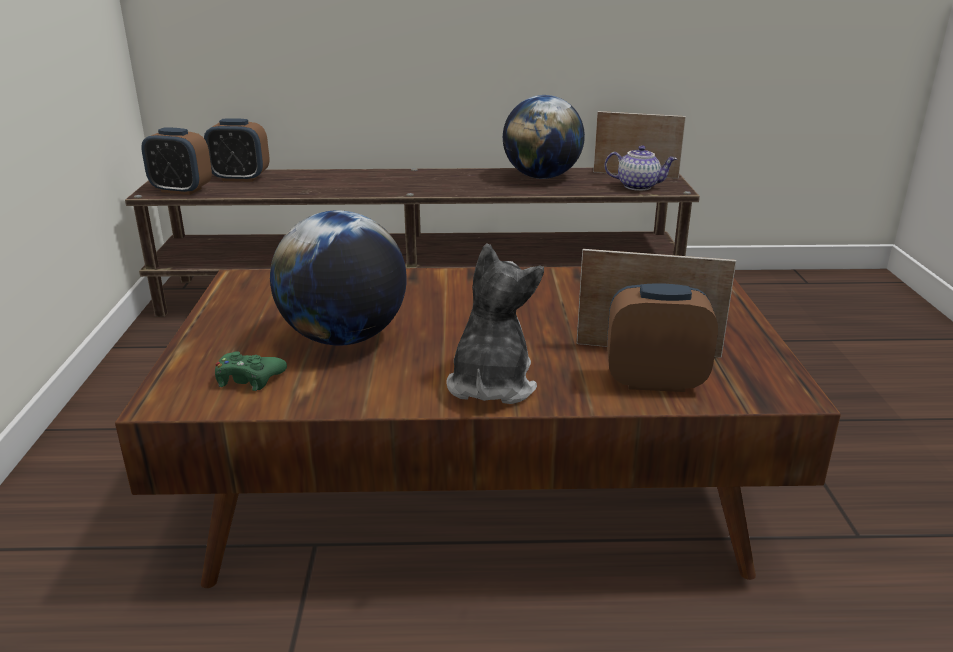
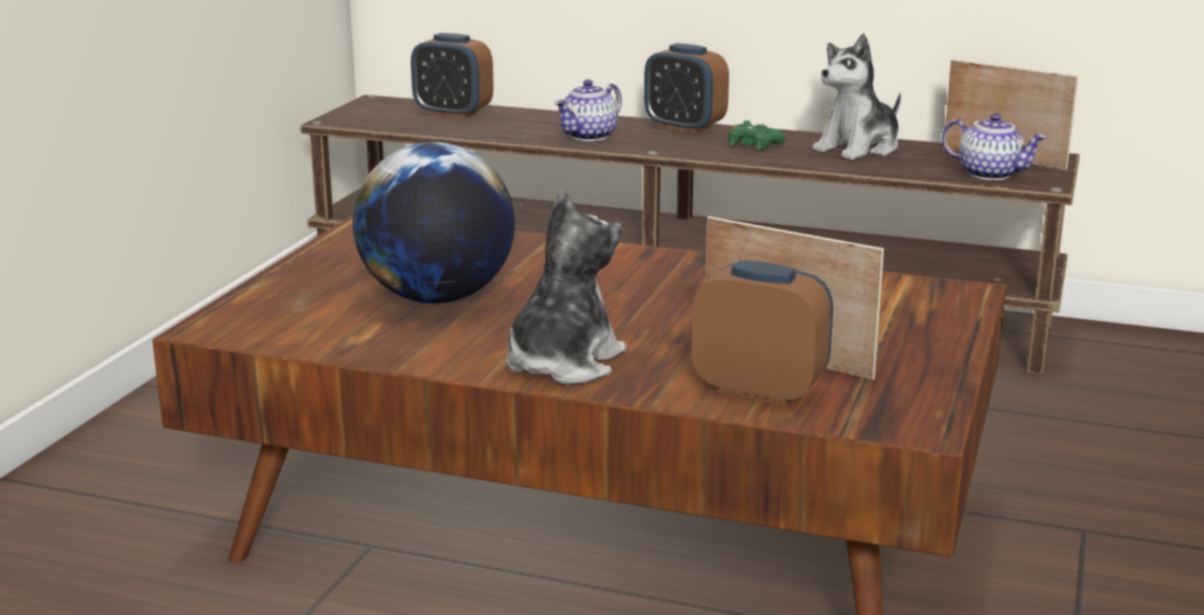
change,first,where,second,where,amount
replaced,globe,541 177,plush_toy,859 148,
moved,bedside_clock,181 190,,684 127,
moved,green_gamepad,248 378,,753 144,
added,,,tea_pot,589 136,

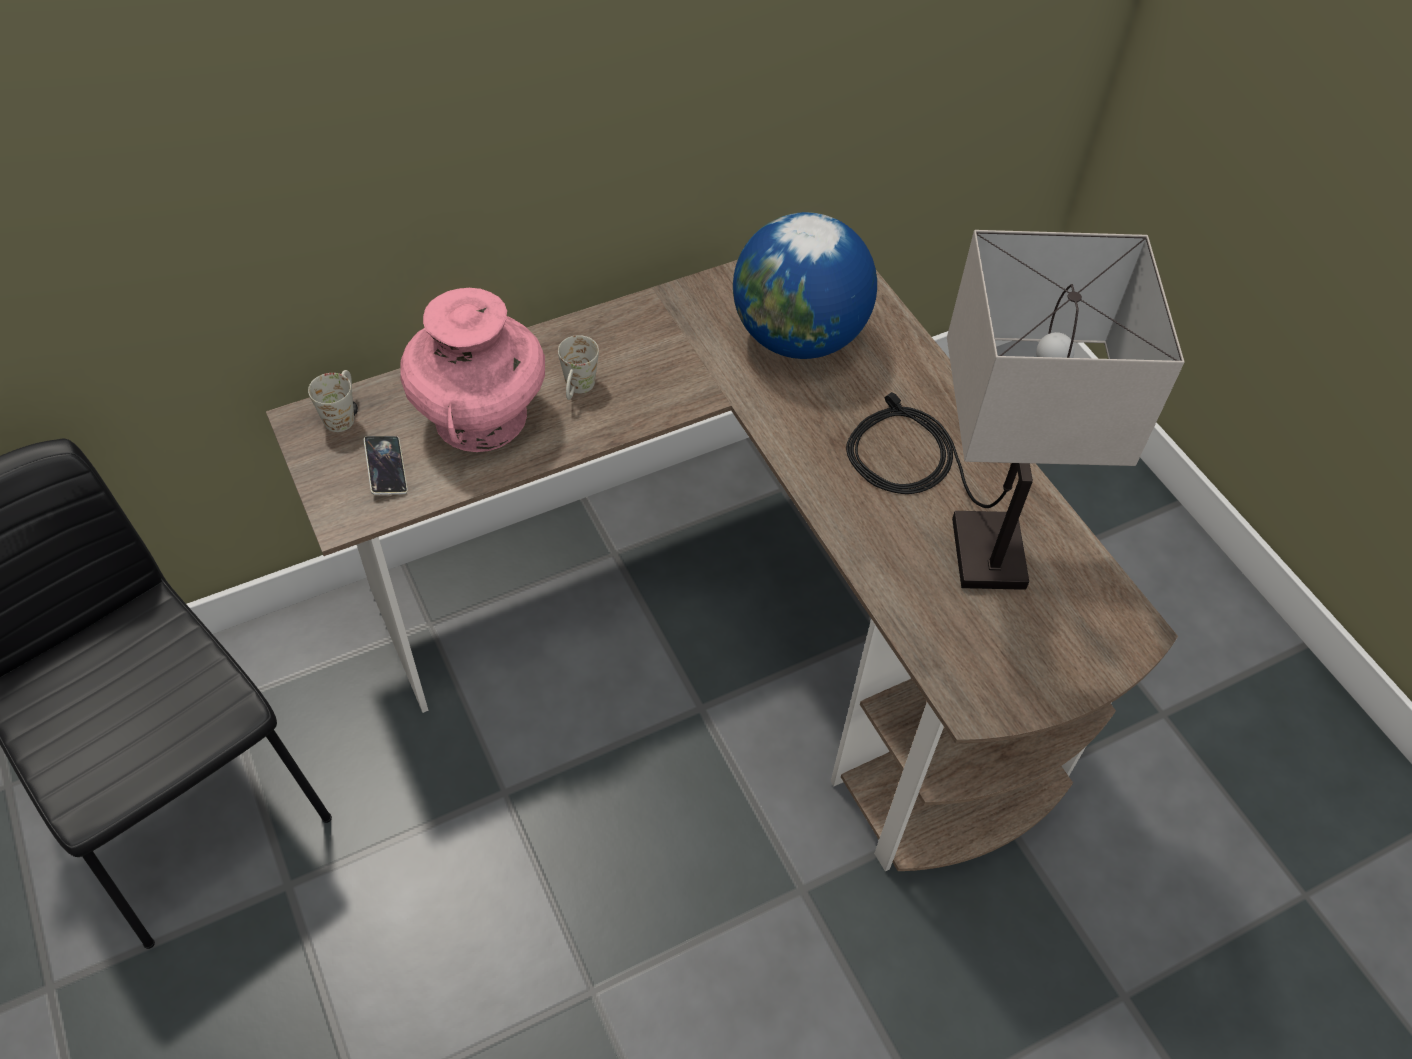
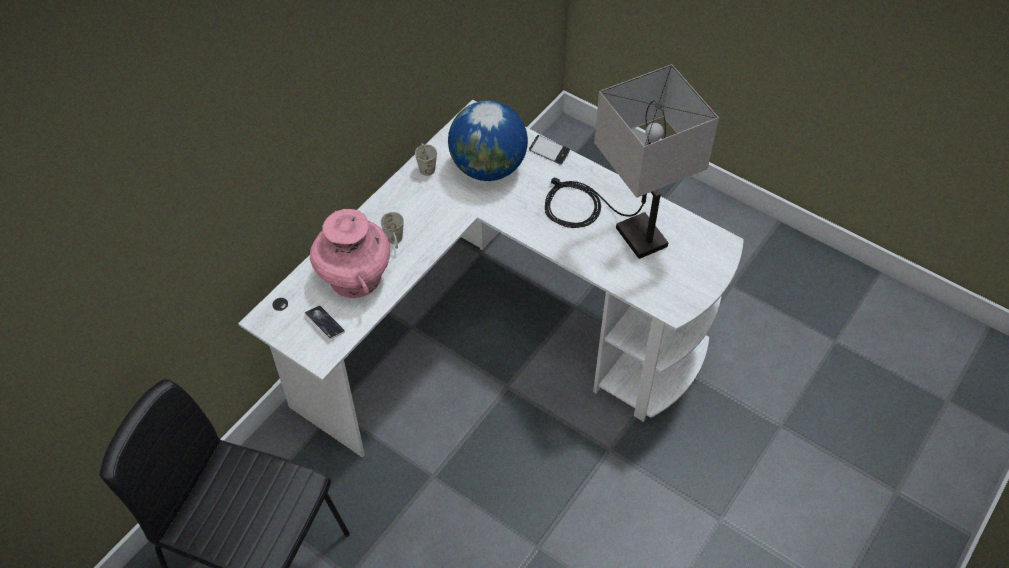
change,first,where,second,where,amount
recoloured,brownish_desk_unit,738 621,white-coloured_desk_unit,499 333,
moved,white-coloured_coffee_mug,342 413,,425 166,
added,,,telephone,549 152,

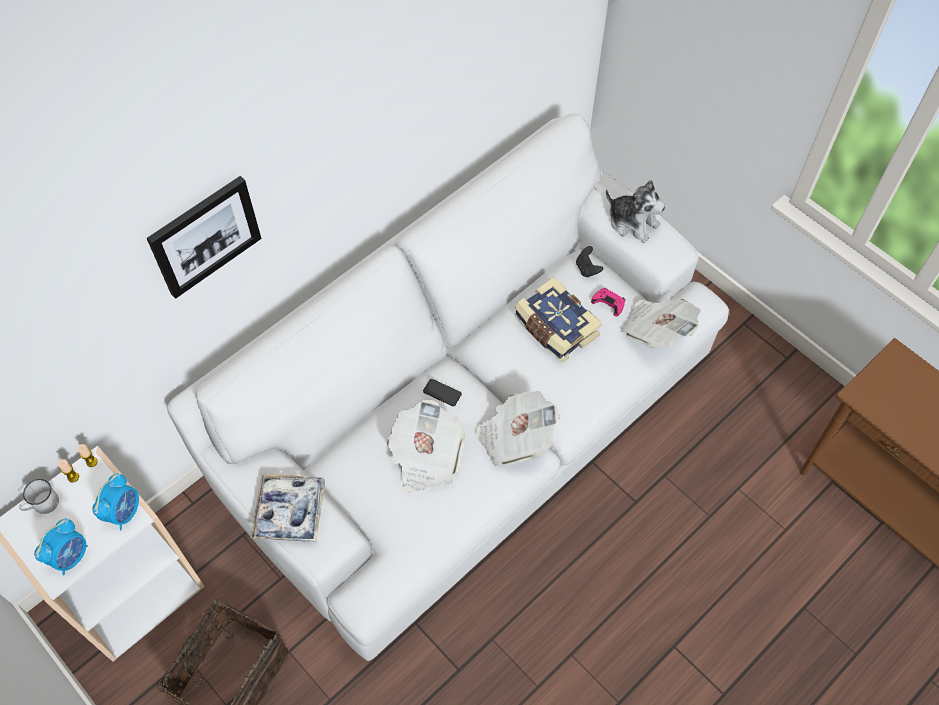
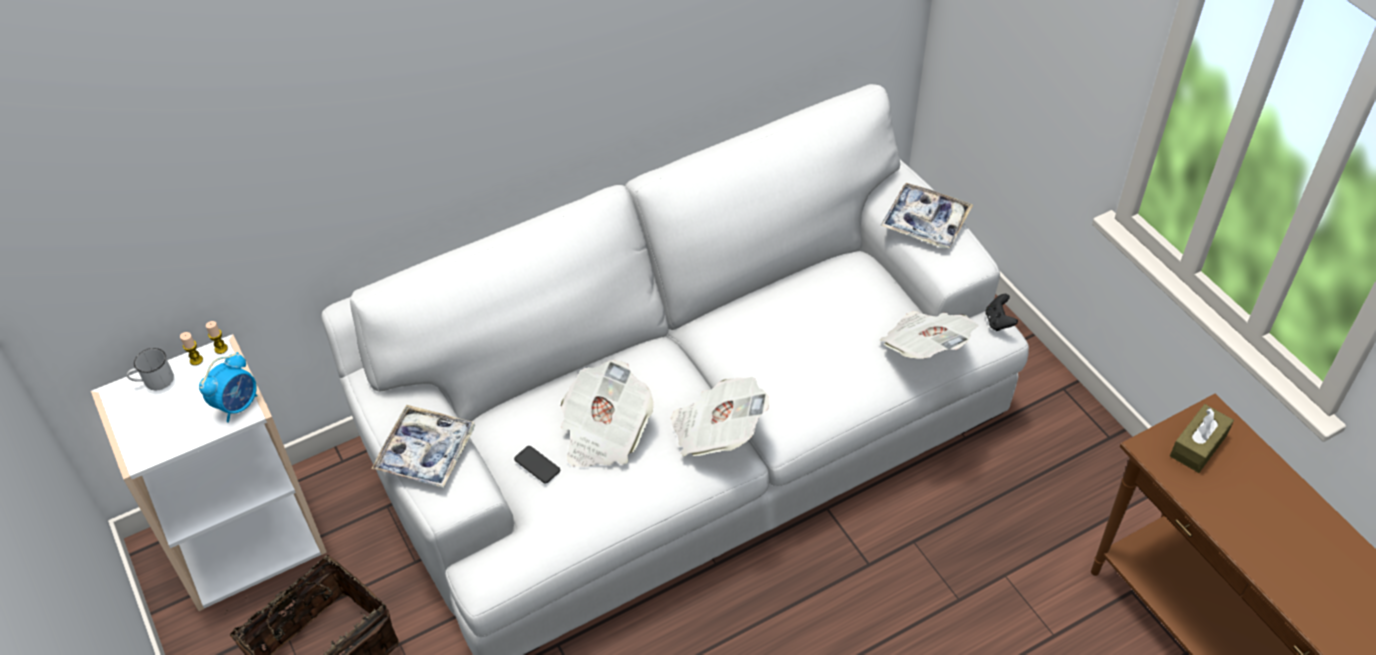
change,first,where,second,where,amount
removed,wall_art,204 236,,,
replaced,plush_toy,632 222,carrying_tray,925 222,
moved,black_gamepad,587 269,,998 321,
removed,volume,555 328,,,
removed,pinkish_gamepad,609 303,,,
moved,telephone,442 392,,537 465,
removed,bedside_clock,70 556,,,
added,,,brownish_tissue_box,1198 445,

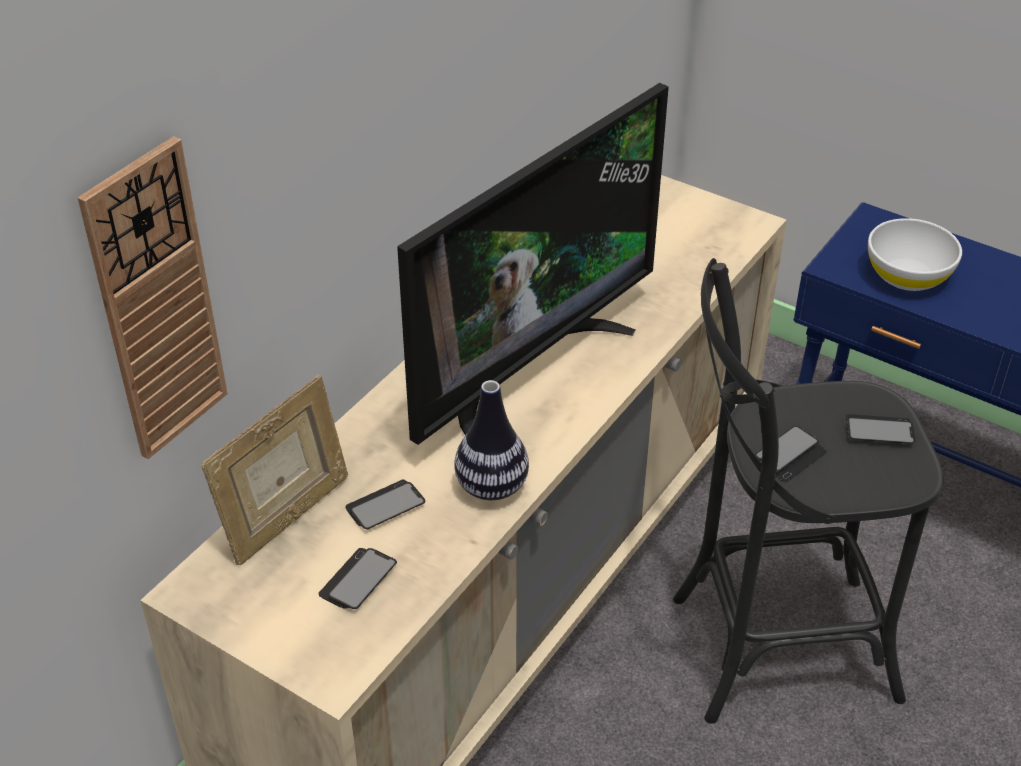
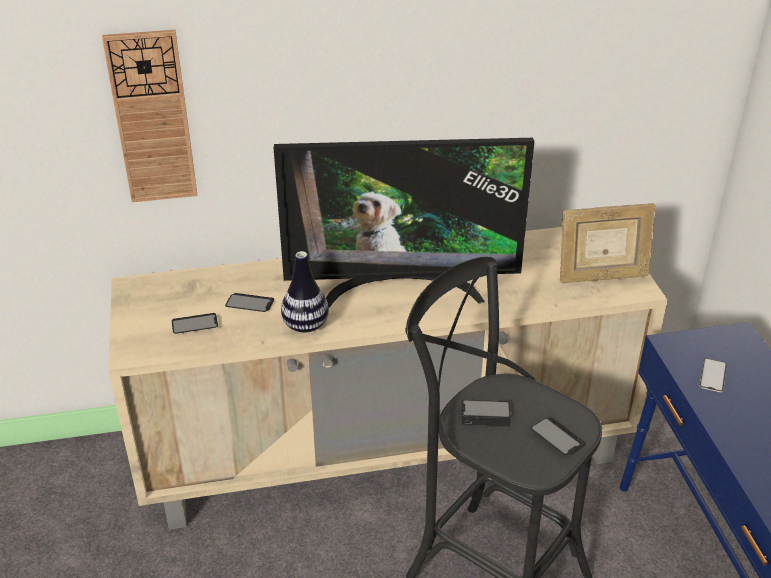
change,first,where,second,where,amount
replaced,white-coloured_deep_dish,908 276,telephone,713 375,
moved,standing_frame,287 518,,601 277,

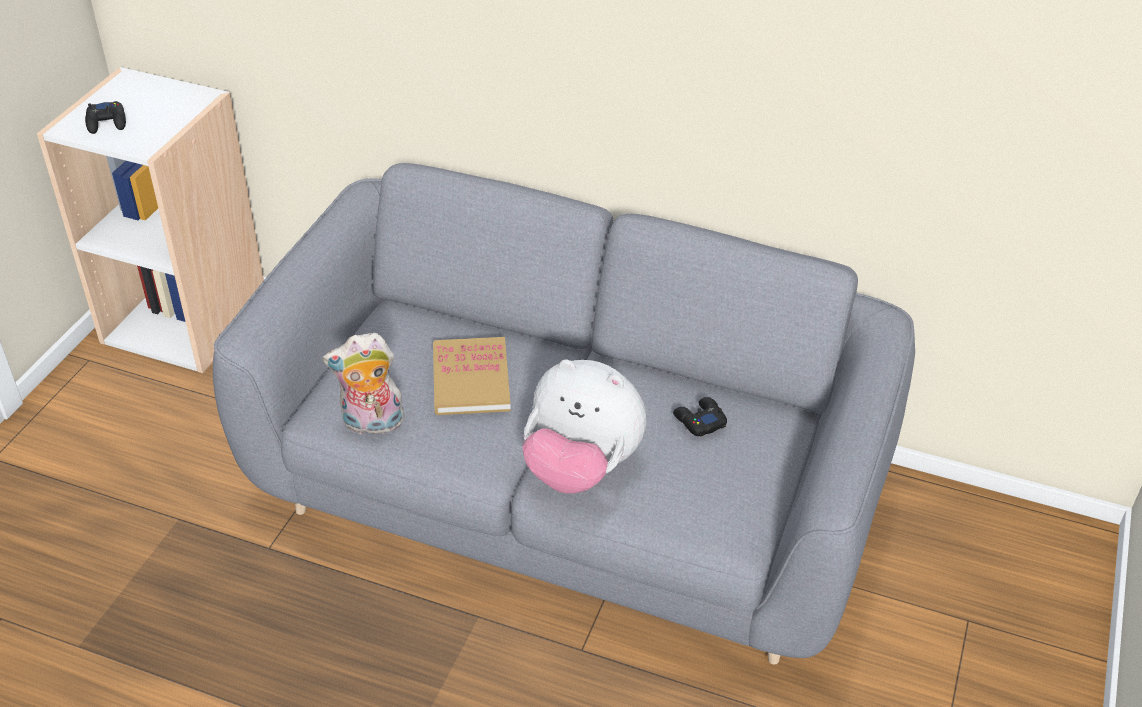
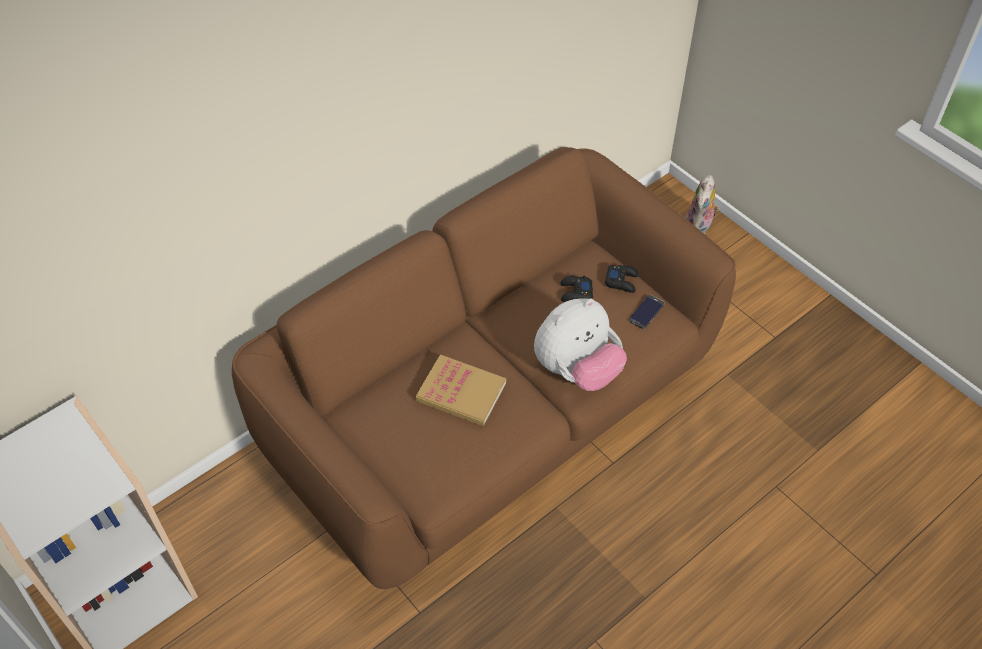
change,first,where,second,where,amount
moved,black_gamepad,107 122,,621 281,
recoloured,gray_couch,568 501,brownish_couch,491 414,
moved,plush_toy,371 424,,699 228,
added,,,telephone,646 312,

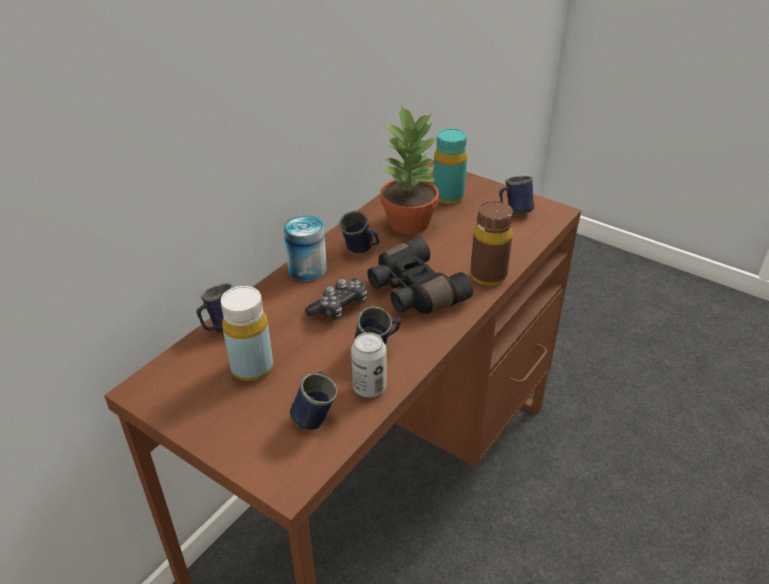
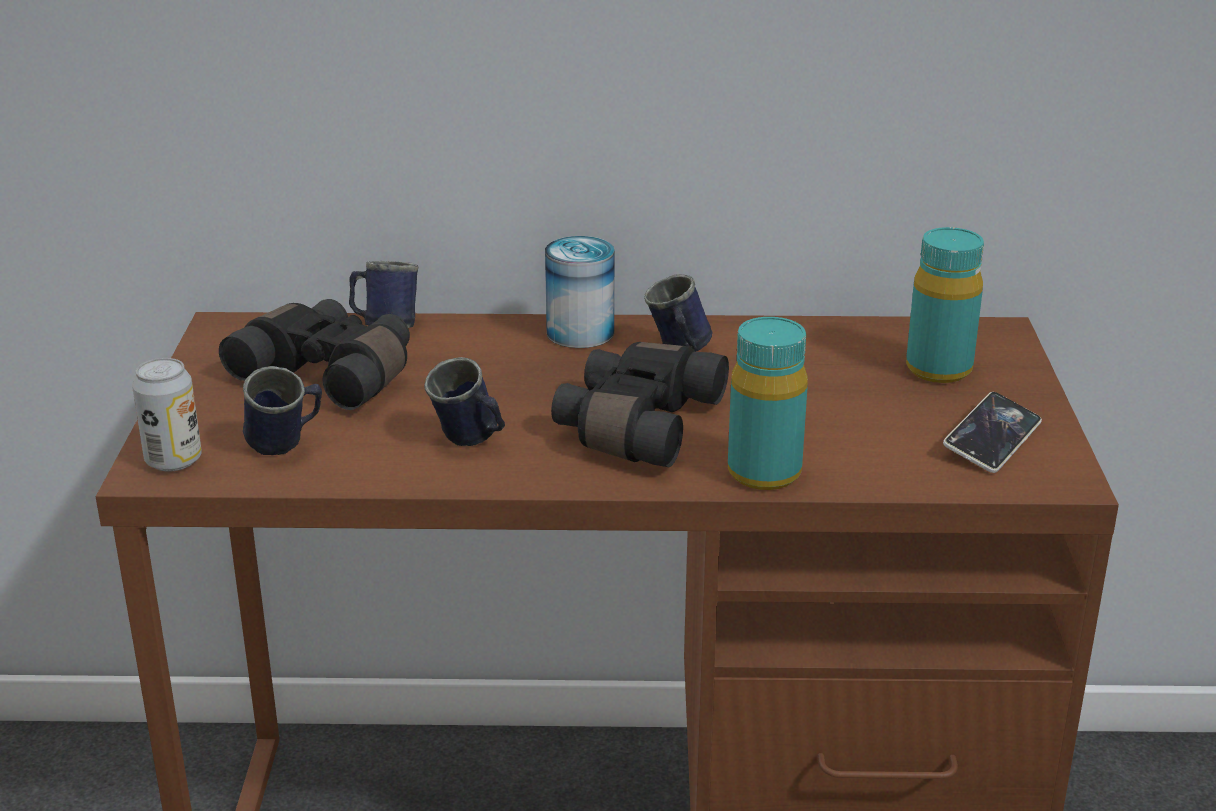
change,first,where,second,where,amount
removed,houseplant,409 222,,,
replaced,blue-coloured_coffee_mug,513 212,telephone,992 439,
recoloured,brownish_drink_bottle,488 276,turquoise_drink_bottle,764 473,
removed,gamepad,339 307,,,
replaced,yellow-coloured_drink_bottle,252 368,black_binoculars,331 373,
moved,sealed_can,369 387,,173 460,

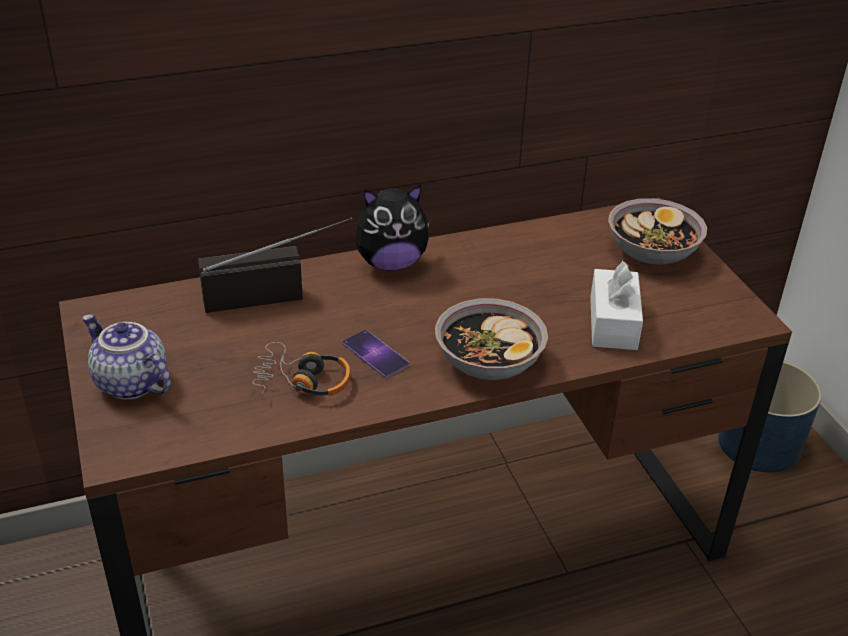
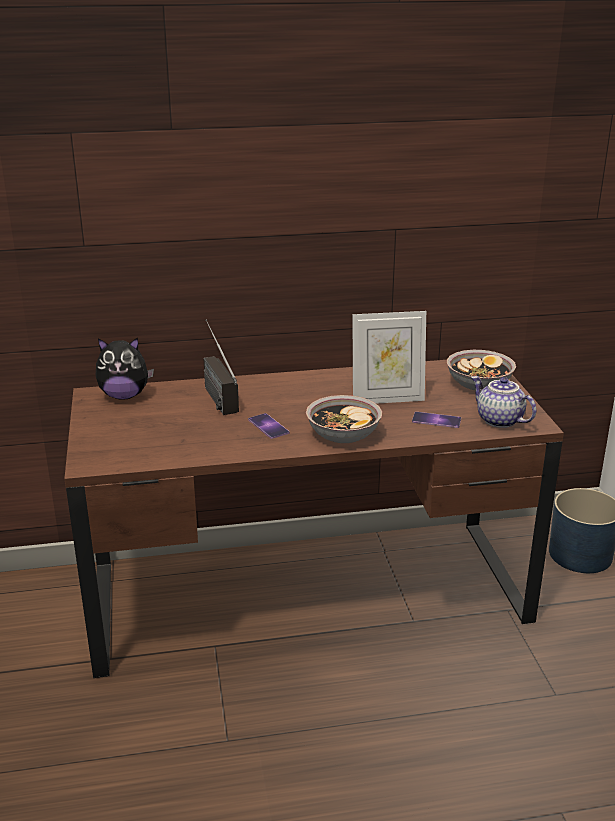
change,first,where,second,where,amount
moved,plush_toy,391 263,,124 396,
turned,radio_set,278 294,,214 392,105 degrees counterclockwise
replaced,white-coloured_tissue_box,613 323,telephone,436 420,
moved,tea_pot,129 384,,498 420,
removed,headset,302 381,,,
added,,,standing_frame,387 399,

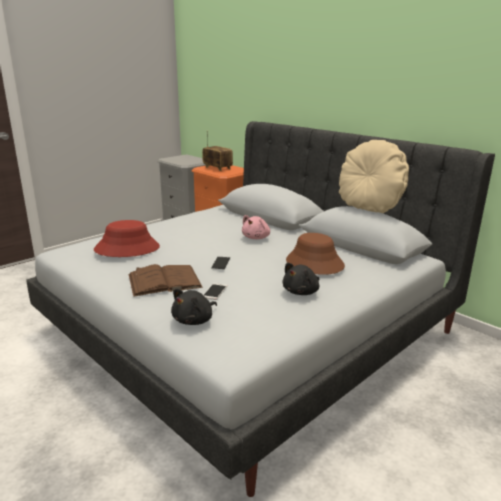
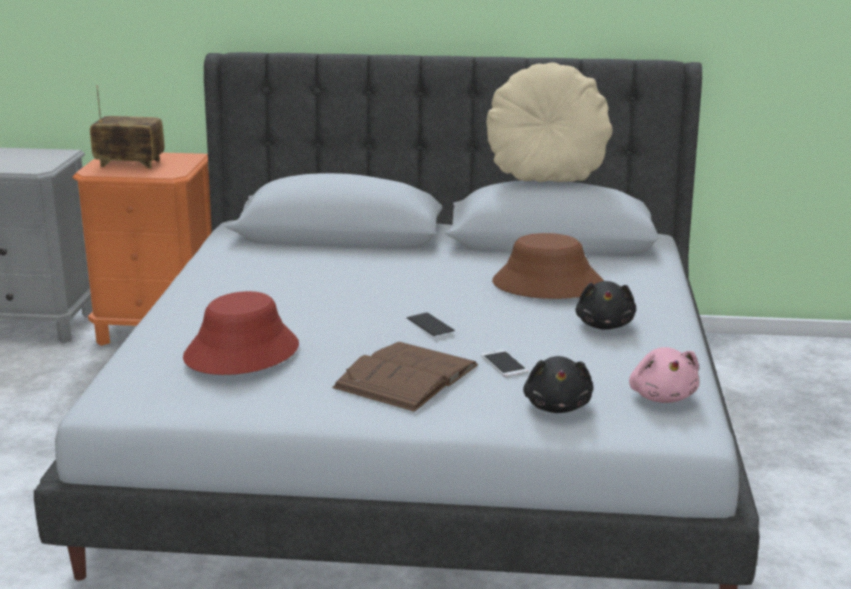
change,first,where,second,where,amount
moved,pinkish_plush_toy,256 237,,662 396,

